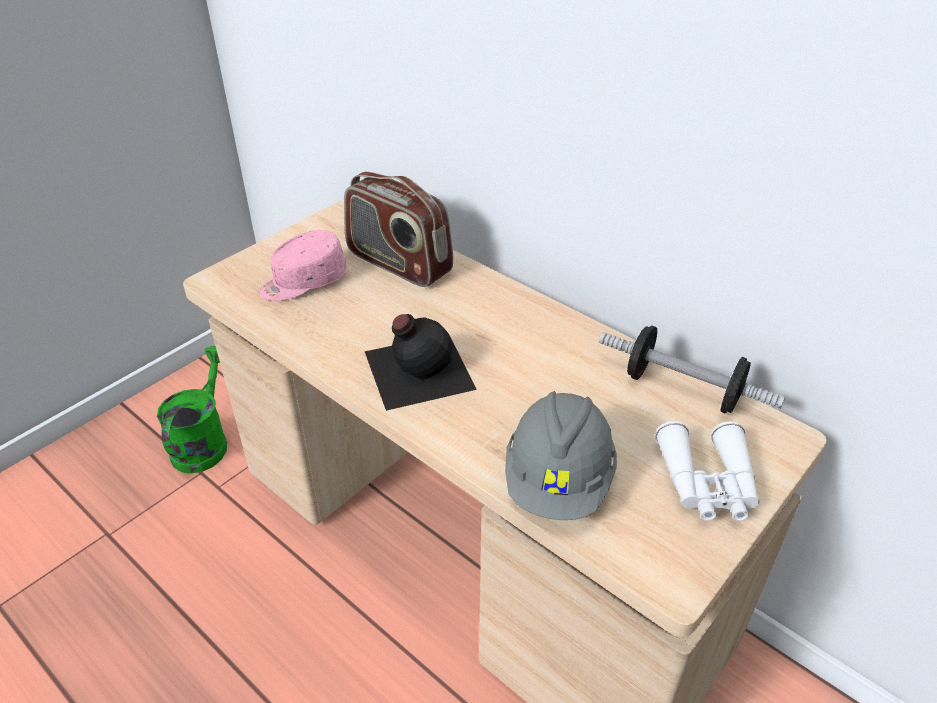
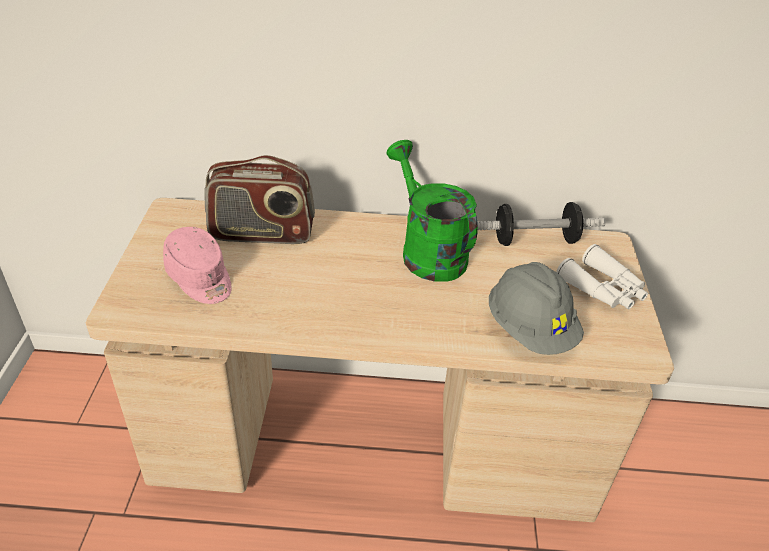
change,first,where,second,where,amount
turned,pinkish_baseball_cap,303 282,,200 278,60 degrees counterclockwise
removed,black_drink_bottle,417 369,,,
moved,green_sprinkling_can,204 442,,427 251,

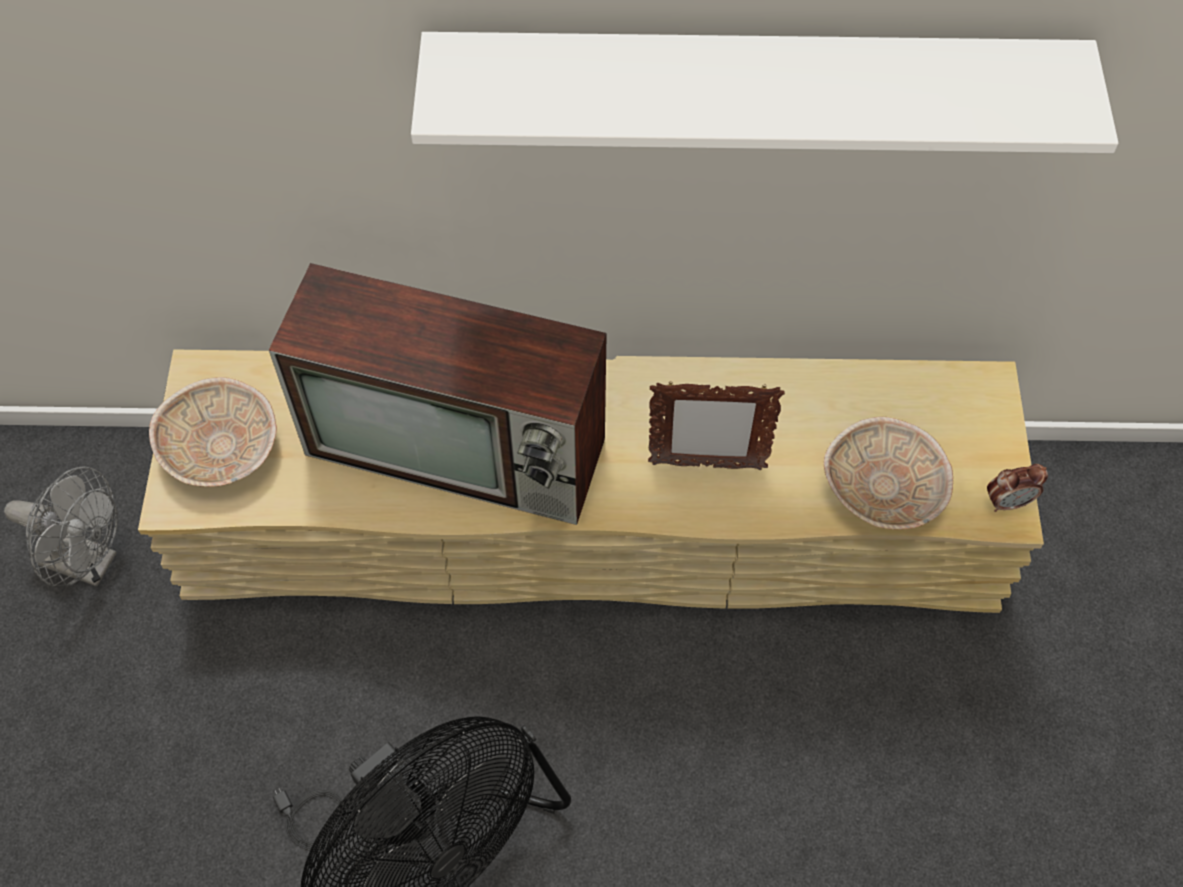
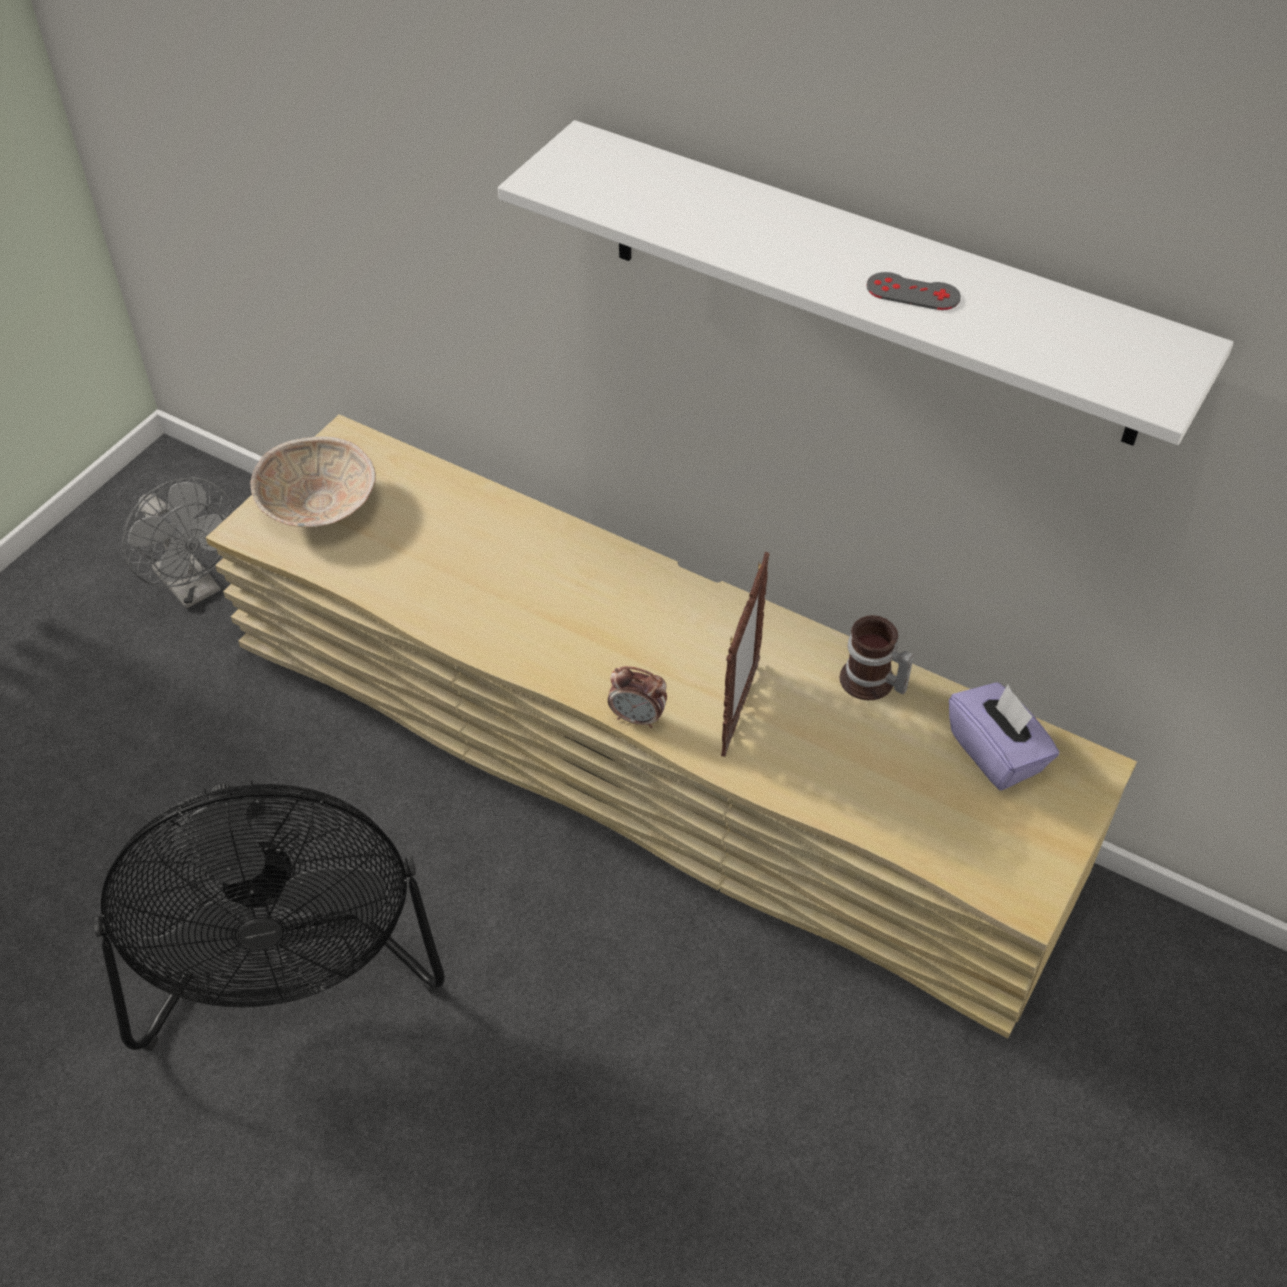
change,first,where,second,where,amount
removed,television,461 447,,,
turned,standing_frame,706 465,,739 710,105 degrees counterclockwise
removed,beige-coloured_deep_dish,884 490,,,
moved,bedside_clock,1008 502,,637 718,
added,,,gray_gamepad,913 292,
added,,,coffee_mug,870 684,
added,,,purple-coloured_tissue_box,996 753,

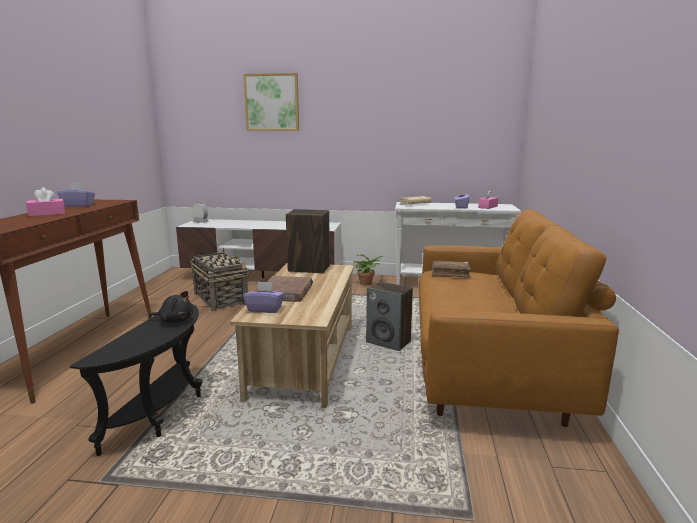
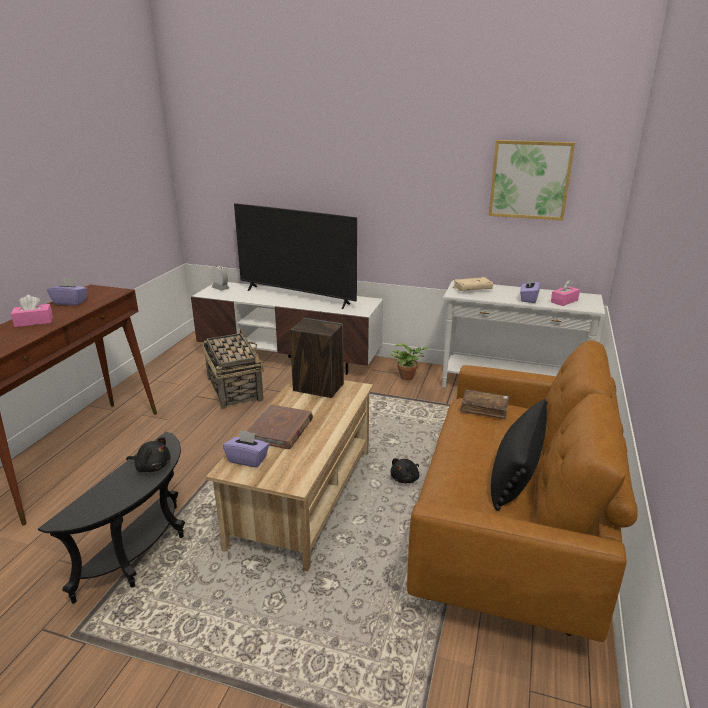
change,first,where,second,where,amount
moved,wall_art,272 102,,530 180,
replaced,speaker,389 342,black_plush_toy,405 479,
added,,,television,297 297,
added,,,black_cushion,516 472,

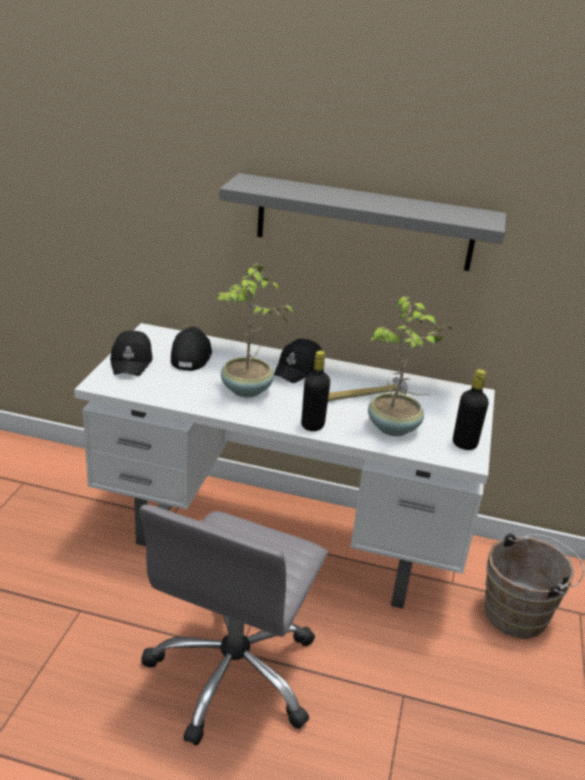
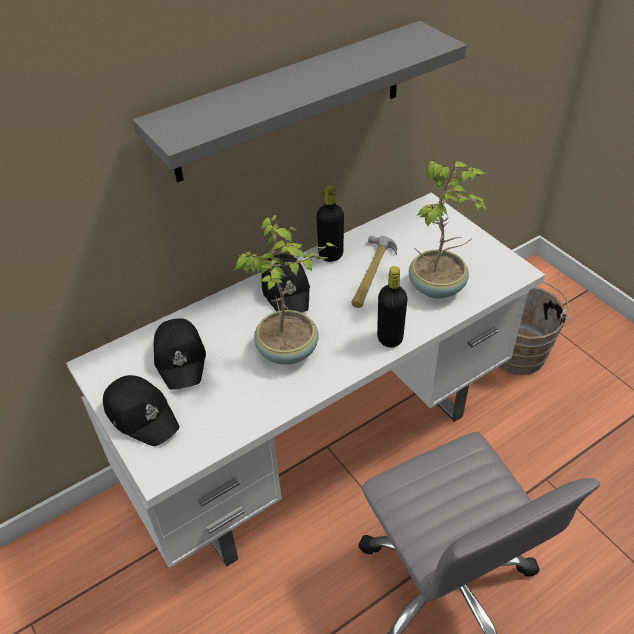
change,first,where,second,where,amount
turned,black_baseball_cap,190 356,,181 358,150 degrees counterclockwise
moved,black_drink_bottle,464 444,,330 255,

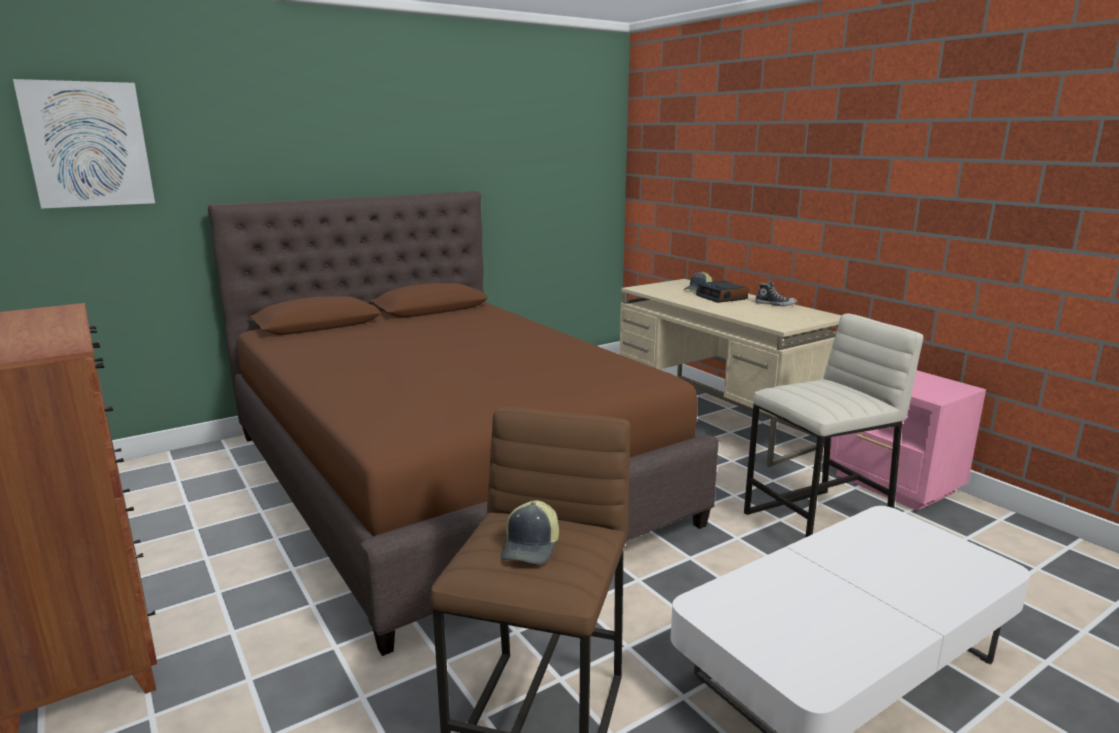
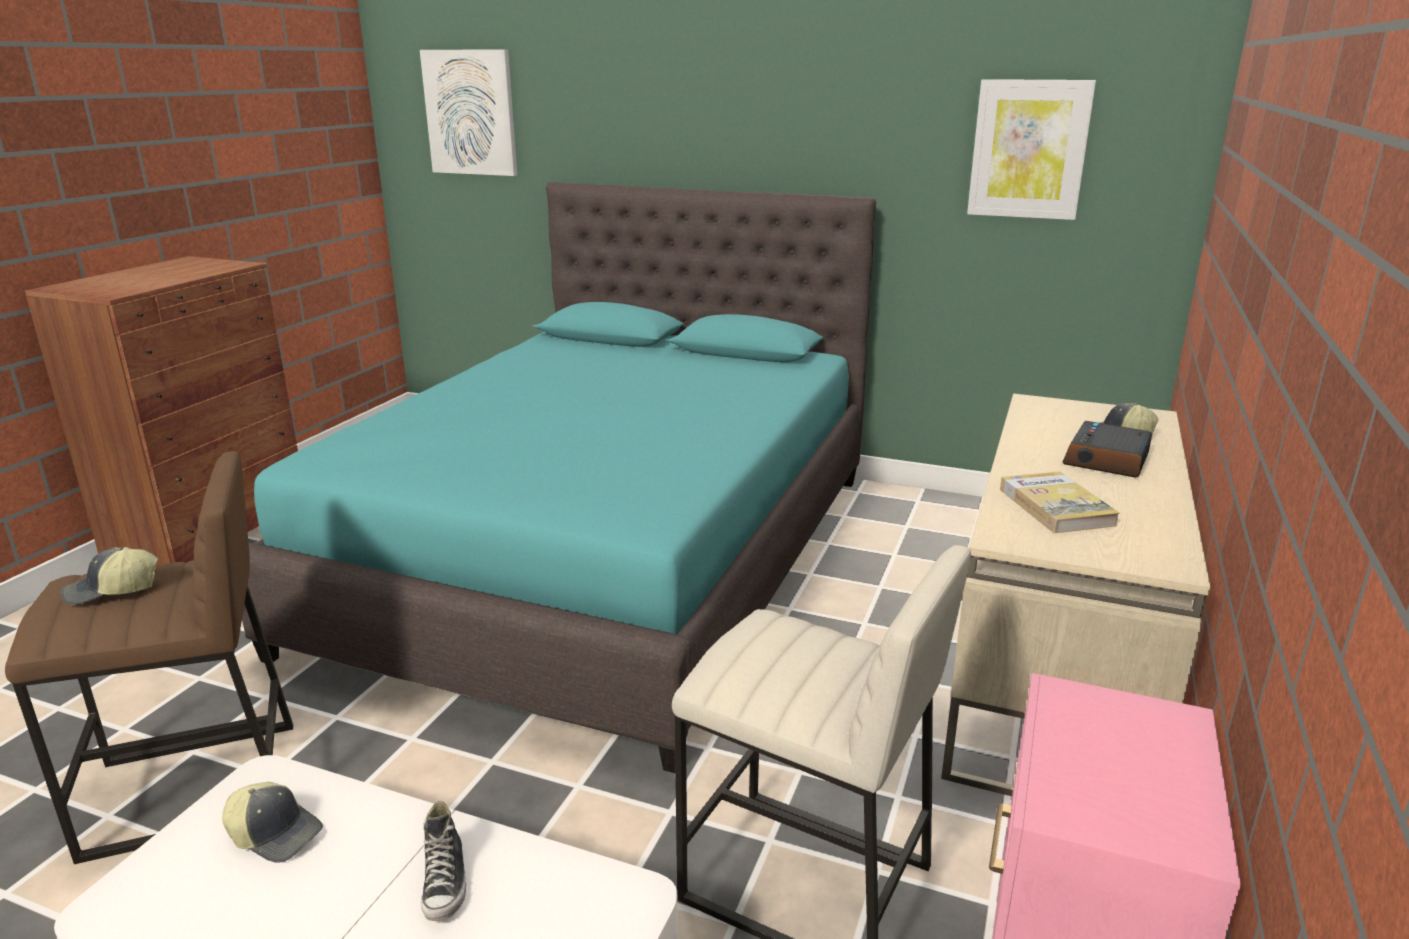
change,first,where,second,where,amount
recoloured,brownish_bedroom_bed,447 476,turquoise_bedroom_bed,609 556,
moved,low_shoe,775 304,,445 883,
added,,,wall_art,1029 149,
added,,,volume,1055 507,
added,,,baseball_cap,275 833,

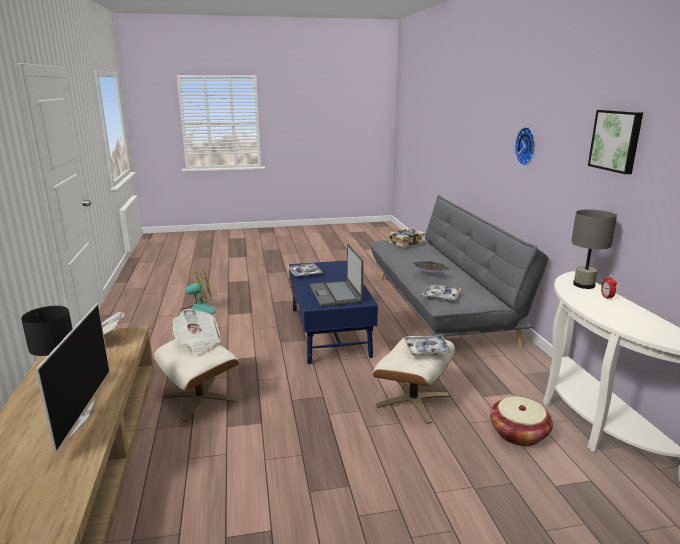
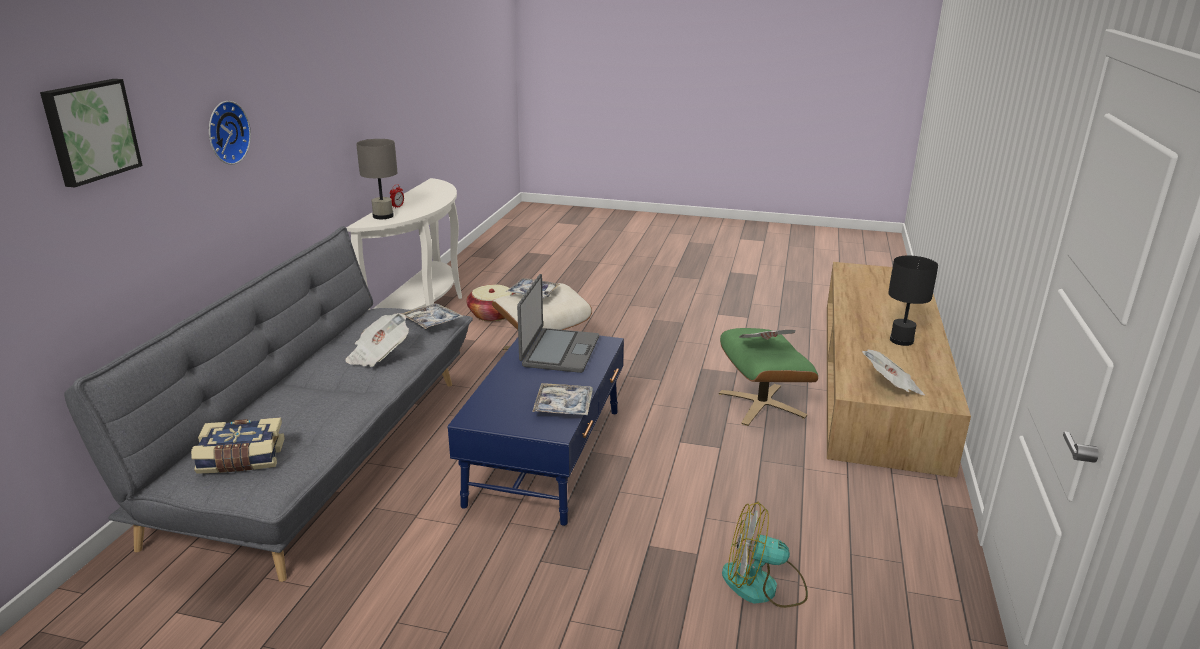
change,first,where,second,where,amount
moved,wall_art,616 140,,90 131,
removed,television,81 418,,,
recoloured,beige-coloured_footrest,200 398,green_footrest,761 404,

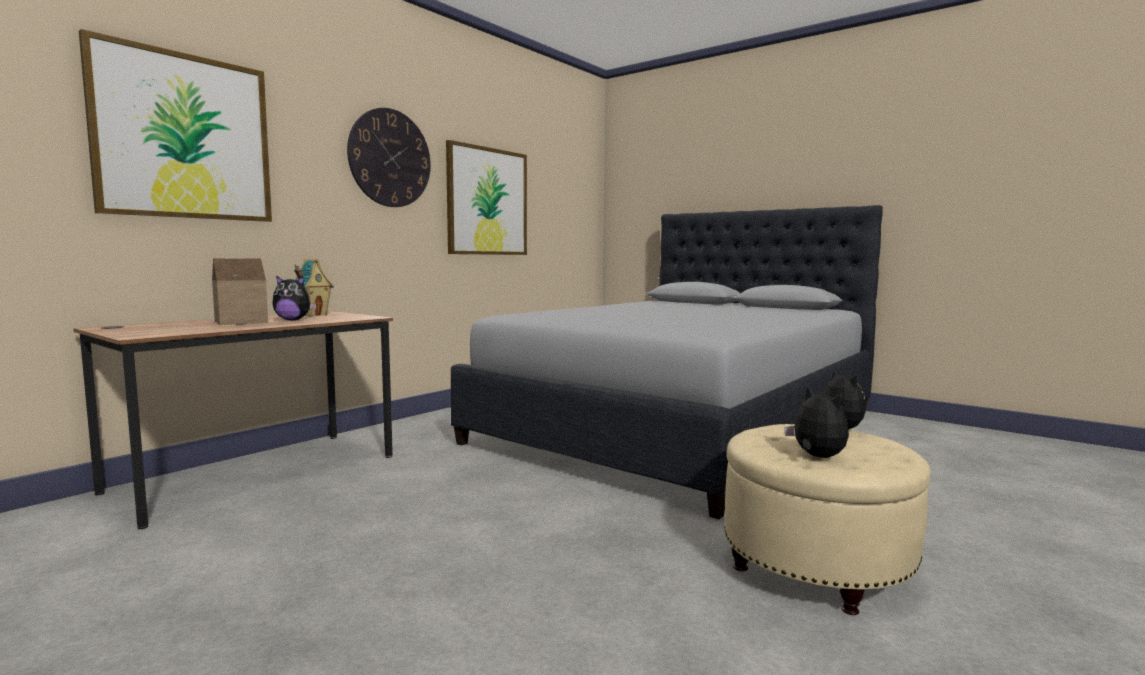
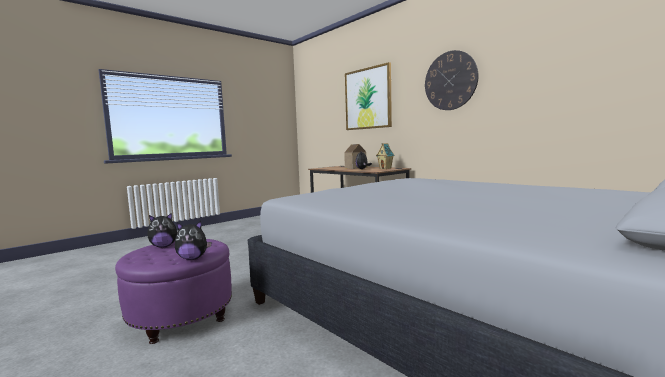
change,first,where,second,where,amount
removed,wall_art,487 202,,,
recoloured,beige-coloured_footrest,816 567,purple-coloured_footrest,181 317,

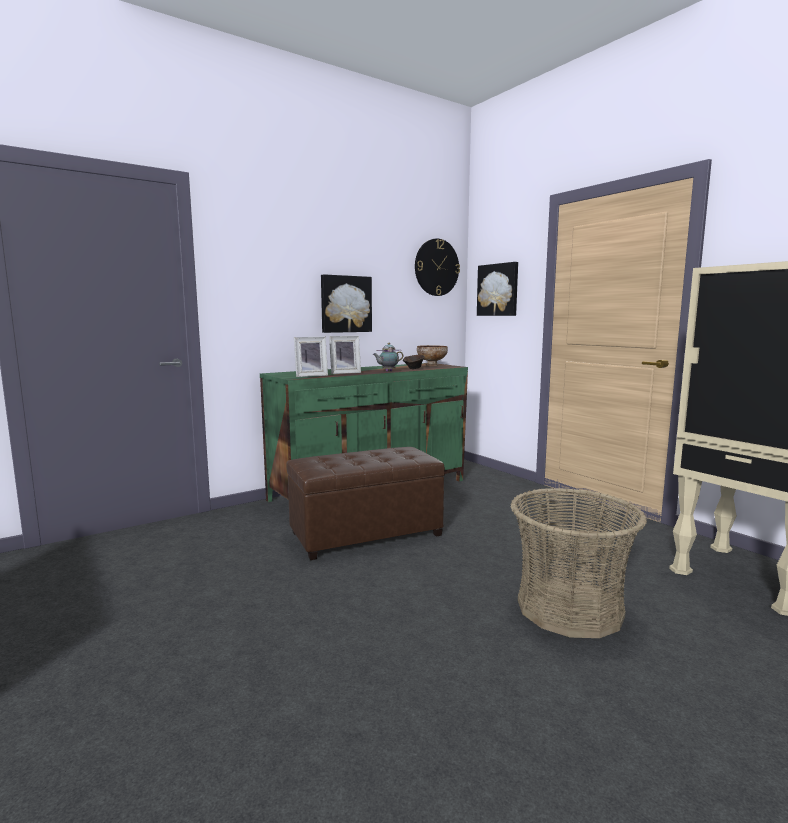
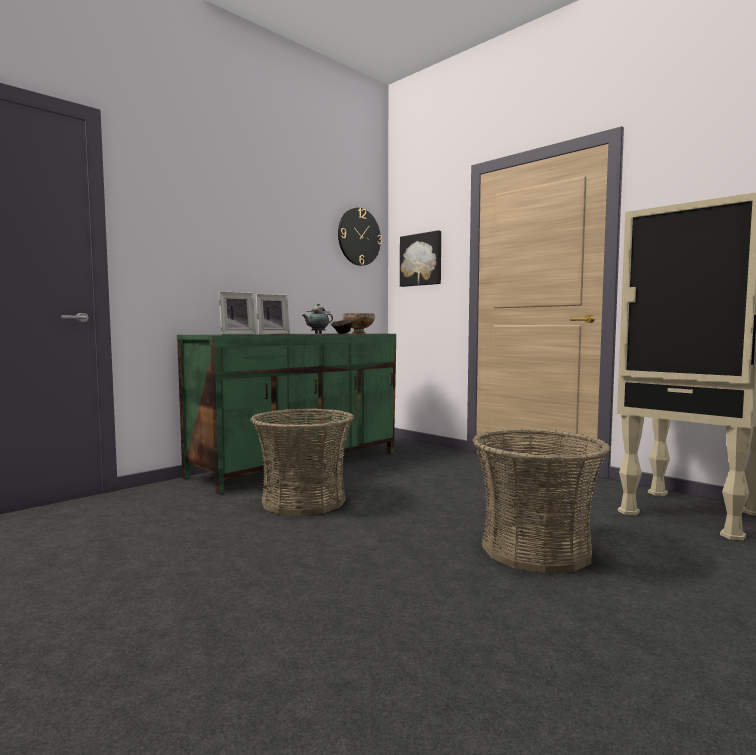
change,first,where,second,where,amount
removed,wall_art,345 304,,,
replaced,brownish_footrest,365 533,household_basket,303 501,

